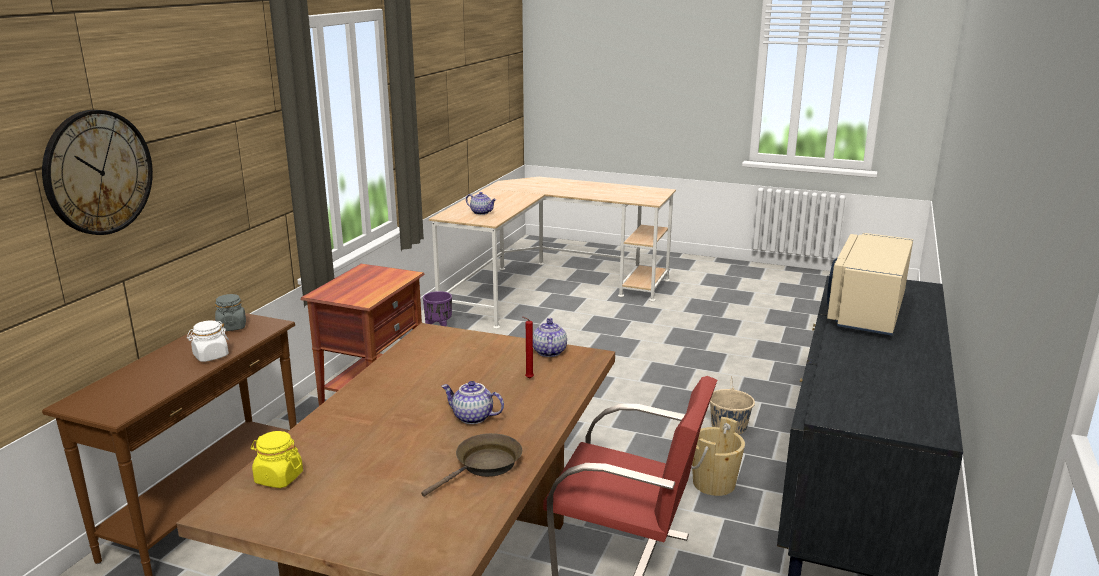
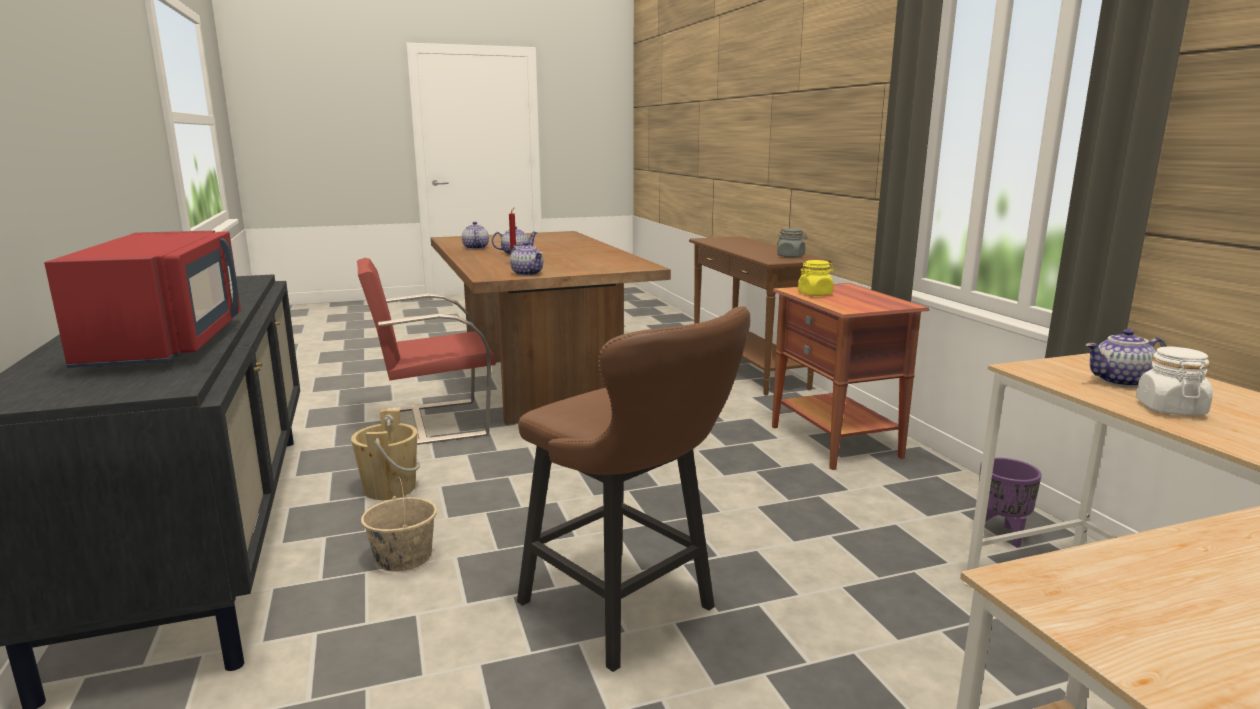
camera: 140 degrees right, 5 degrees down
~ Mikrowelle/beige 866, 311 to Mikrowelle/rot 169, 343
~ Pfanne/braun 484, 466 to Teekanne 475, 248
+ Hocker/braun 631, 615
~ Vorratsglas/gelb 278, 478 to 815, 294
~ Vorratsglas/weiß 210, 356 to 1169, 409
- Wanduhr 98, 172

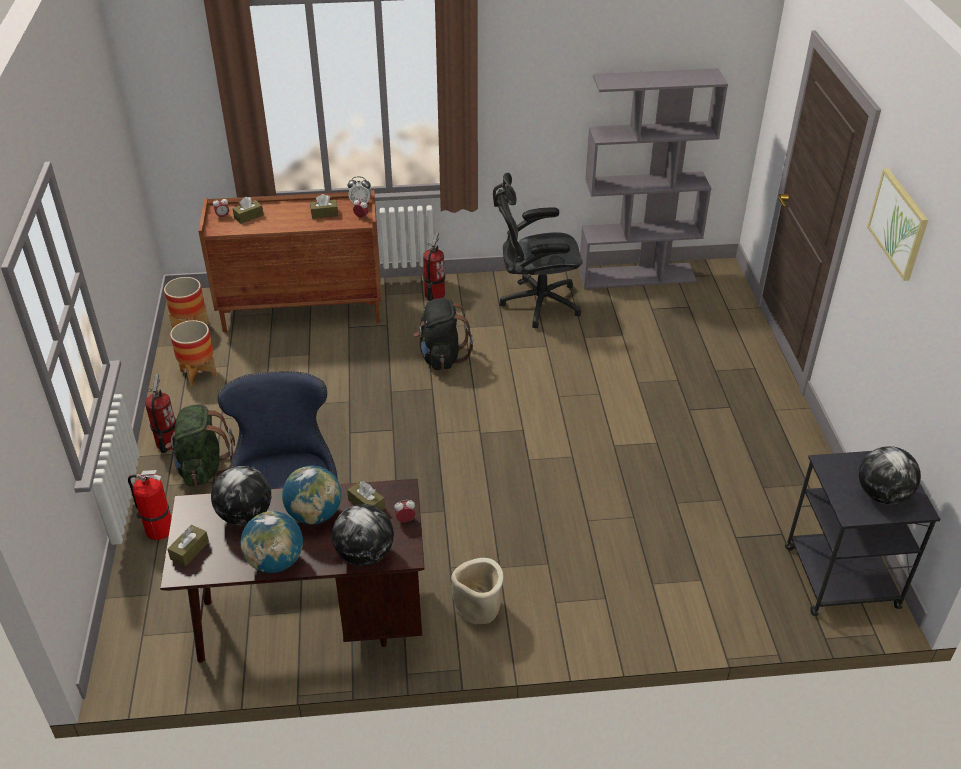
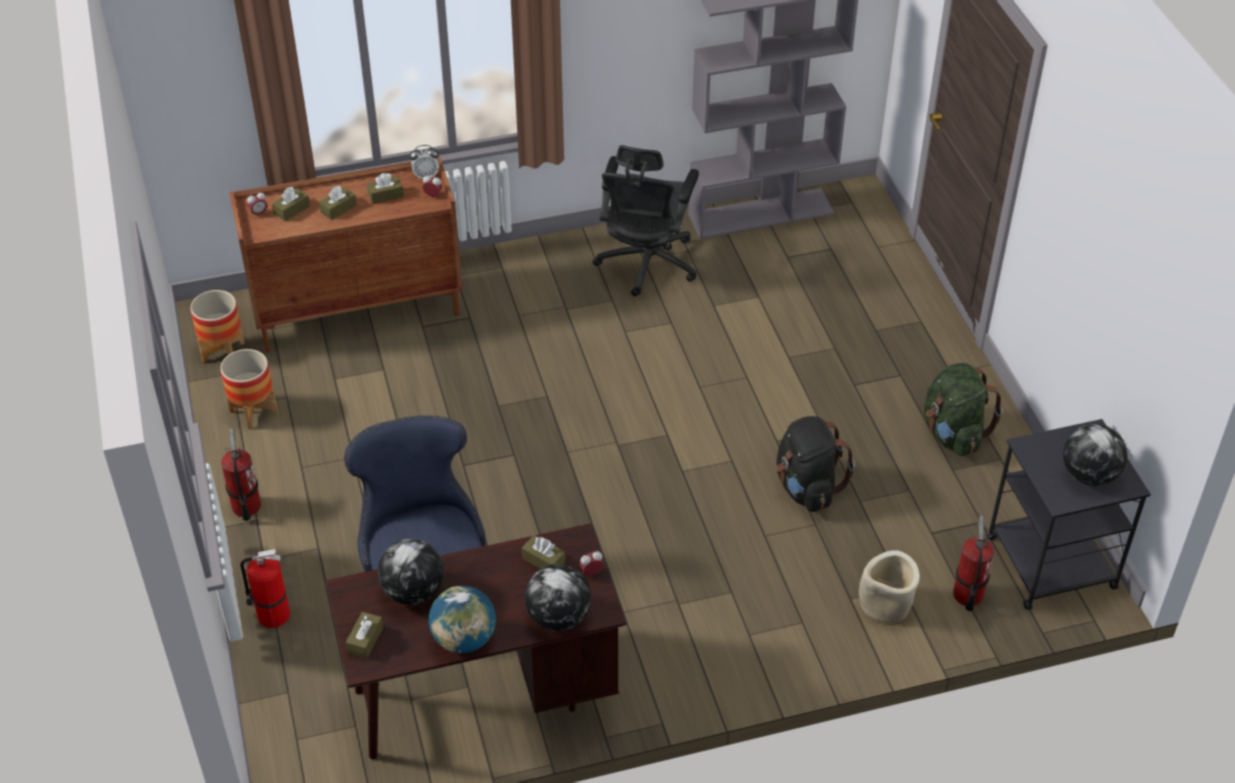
camera: 10 degrees left, 5 degrees up
+ Taschentuchbox/braun 338, 209
~ Bürostuhl 536, 304 = 646, 266 60 degrees counterclockwise
~ Rucksack/schwarz 441, 357 to 806, 488
~ Pflanzkübel/beige 477, 608 to 885, 605
~ Rucksack/grün 203, 468 to 953, 434
~ Feuerlöscher 434, 294 to 967, 595
- Globus 314, 515
- Bild 898, 223

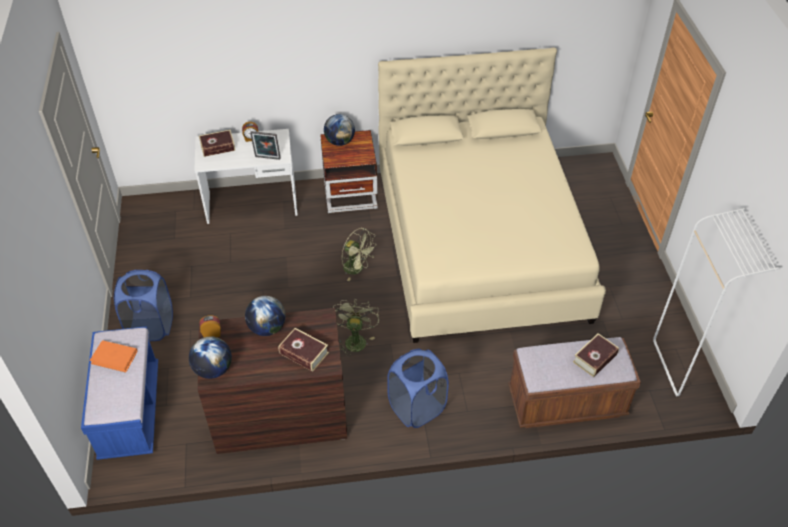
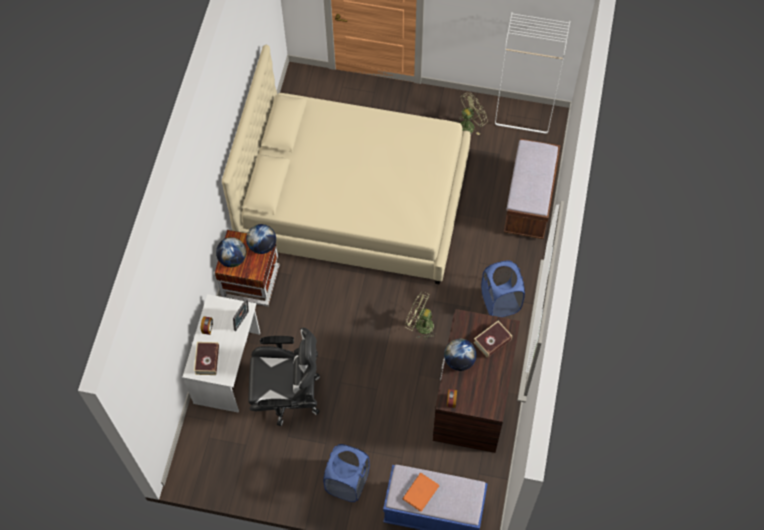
camera: 70 degrees left, 15 degrees up
~ Globus 213, 369 to 262, 246
+ Bürostuhl/schwarz 286, 395
~ Ventilator/grün 357, 269 to 469, 125
- Buch 595, 358

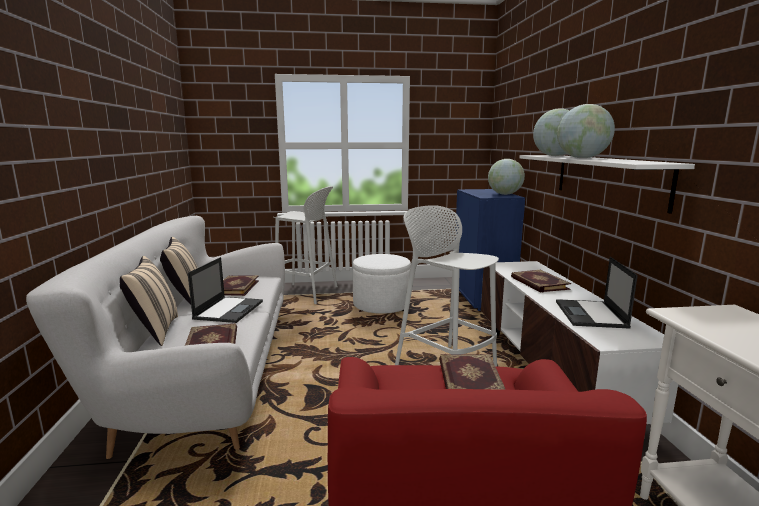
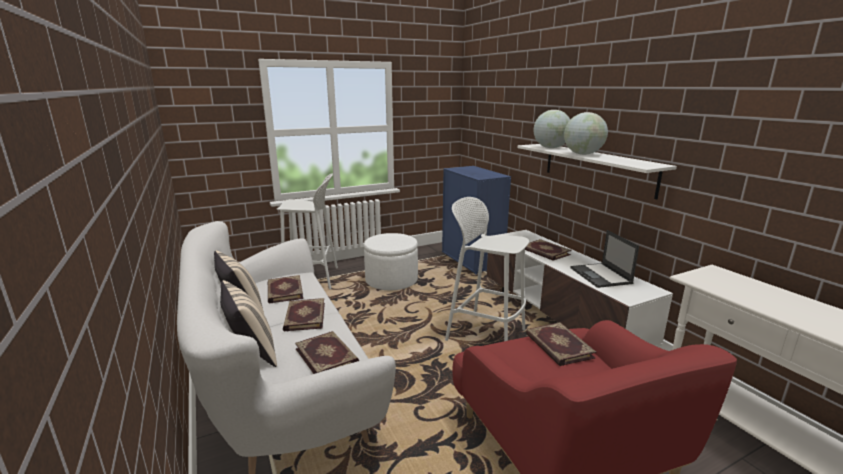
camera: 20 degrees left, 5 degrees up
~ Laptop 229, 309 to Buch 304, 316
- Globus 505, 194

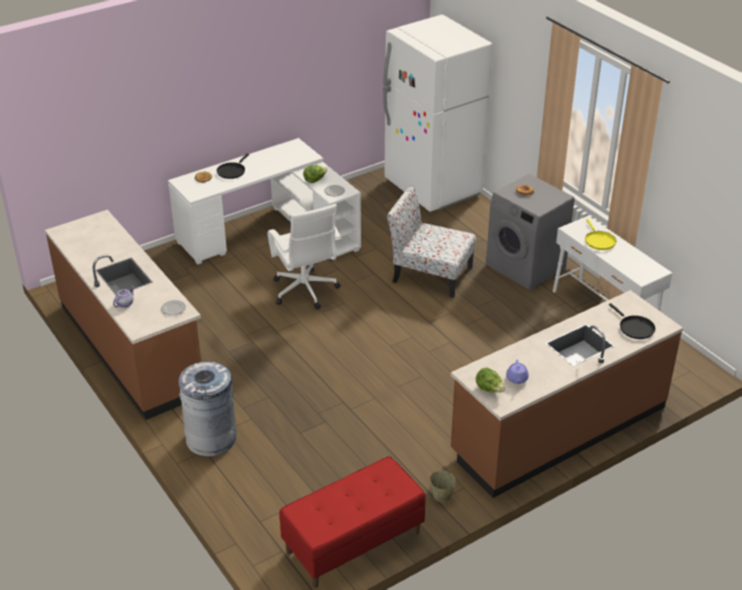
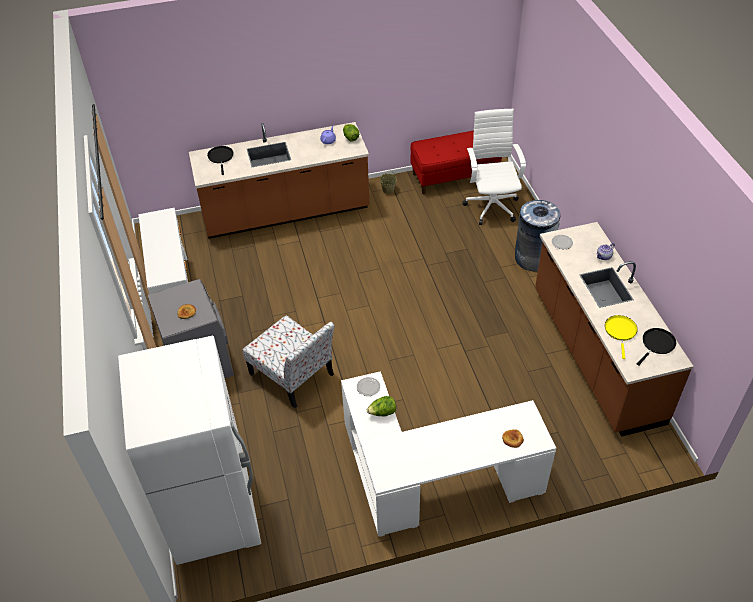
camera: 160 degrees left, 10 degrees up
~ Bürostuhl/weiß 306, 292 to 491, 205
~ Pfanne/gelb 599, 241 to 620, 332
~ Pfanne/schwarz 232, 171 to 657, 344

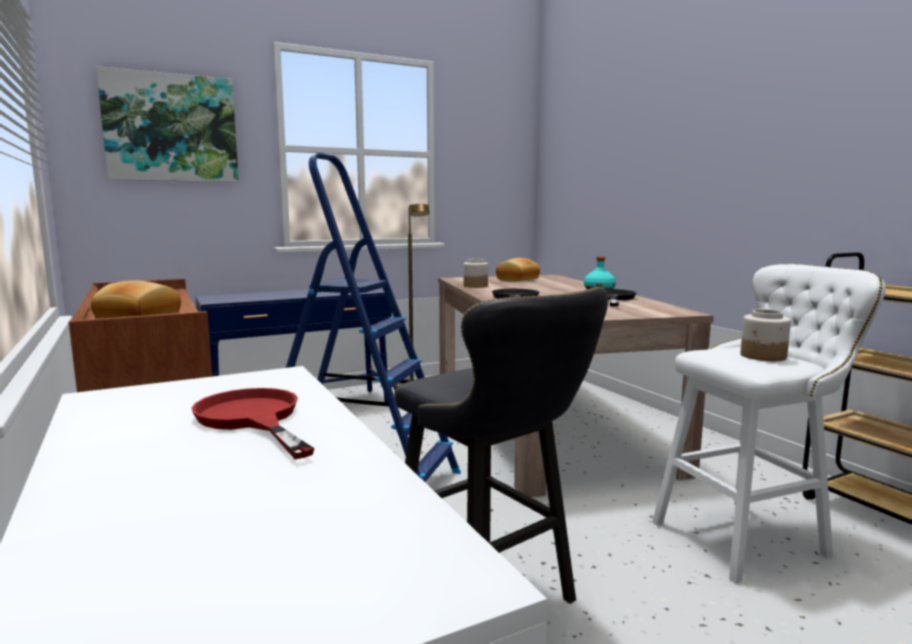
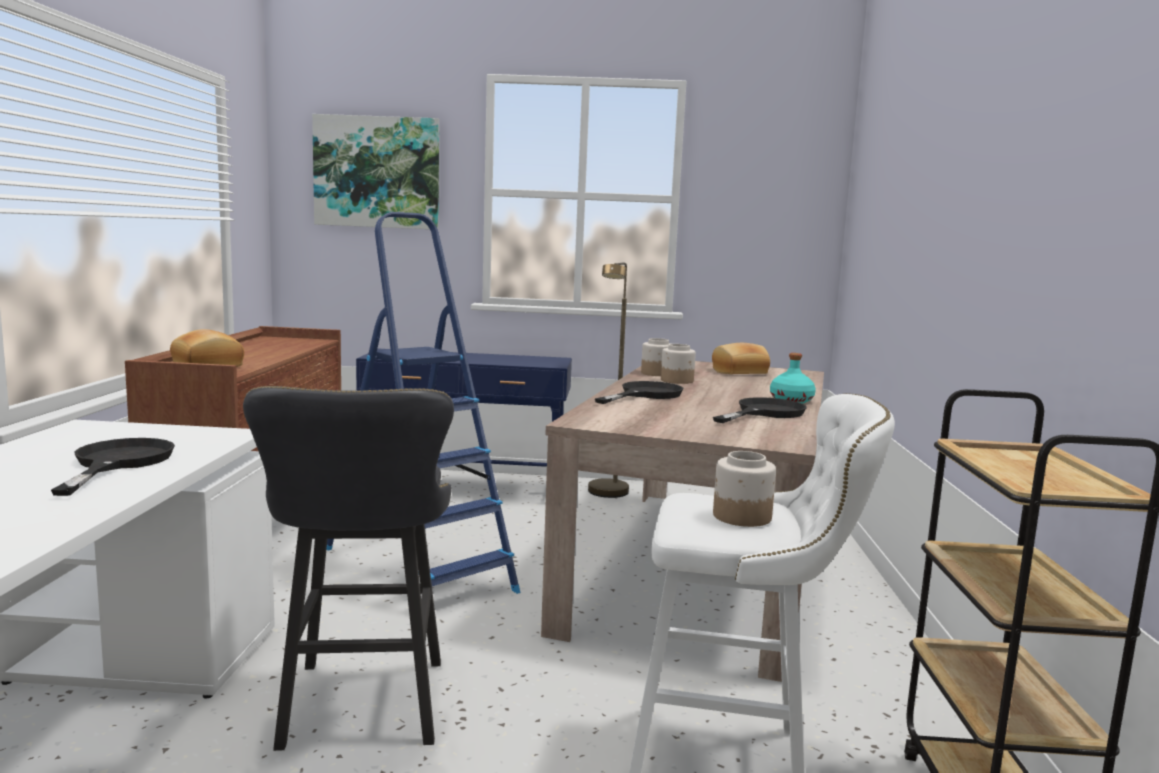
camera: 30 degrees right, 0 degrees up
~ Pfanne/rot 253, 419 to Pfanne/schwarz 117, 463
+ Vorratsglas 677, 381

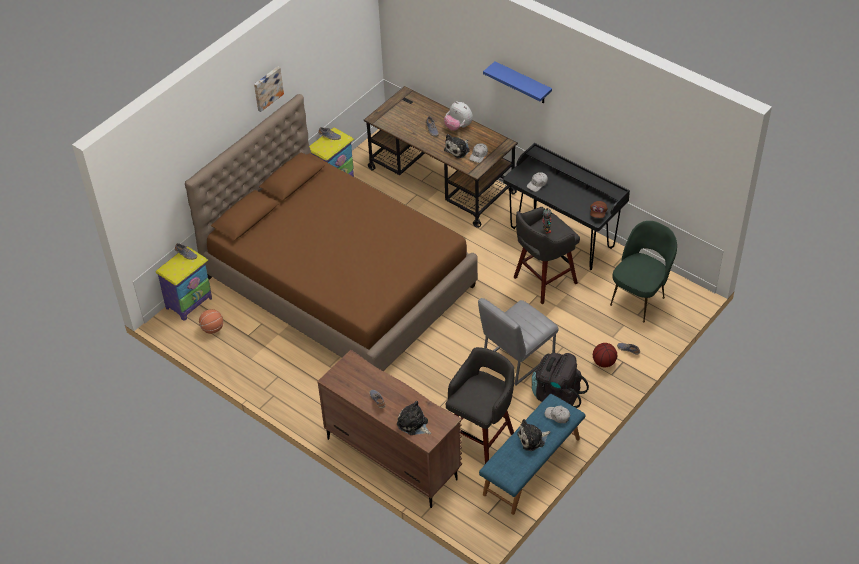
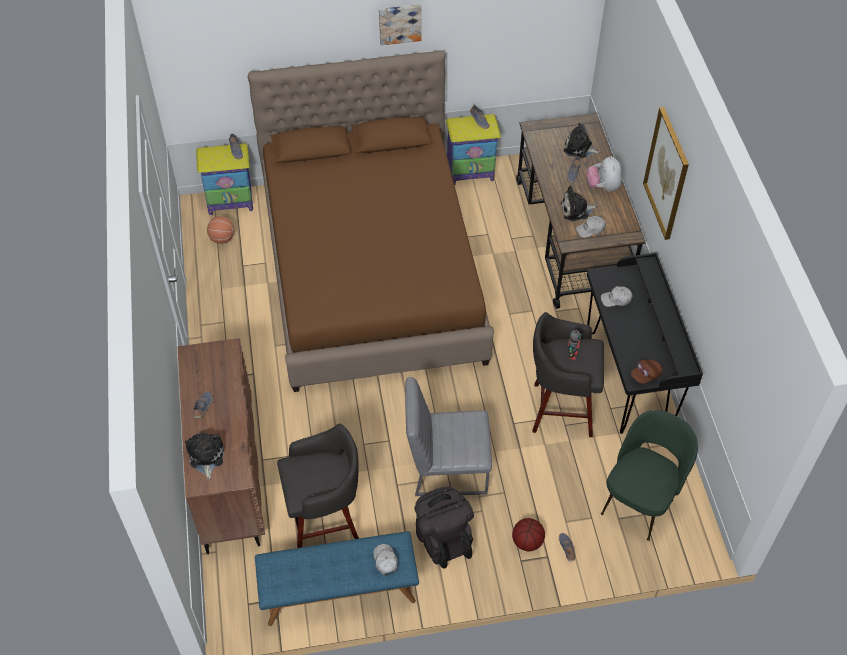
camera: 40 degrees right, 5 degrees up
~ Plüschtier 532, 439 to 579, 148
~ Stuhl/grün 640, 298 = 640, 503 45 degrees counterclockwise
~ Wandregal/blau 523, 83 to Bild 666, 174

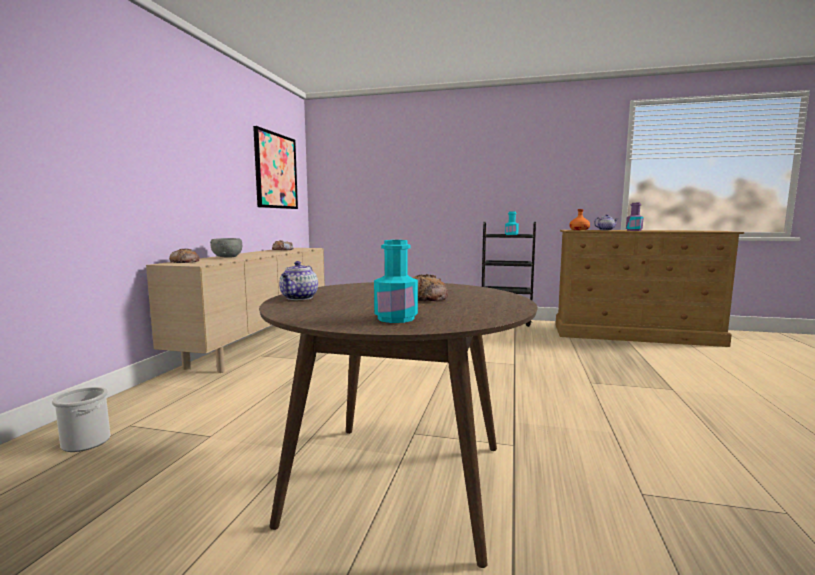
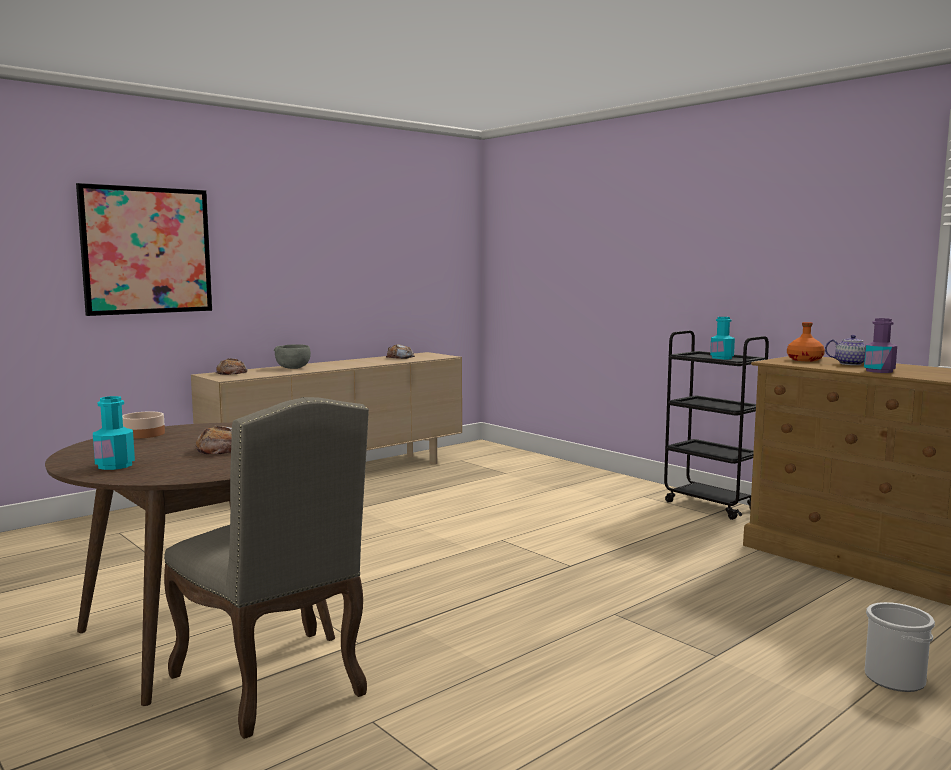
camera: 35 degrees right, 0 degrees up
~ Bild 276, 171 to 147, 250
~ Teekanne 299, 298 to Schüssel 142, 434
+ Stuhl/grau 275, 684
~ Eimer 86, 442 to 895, 679

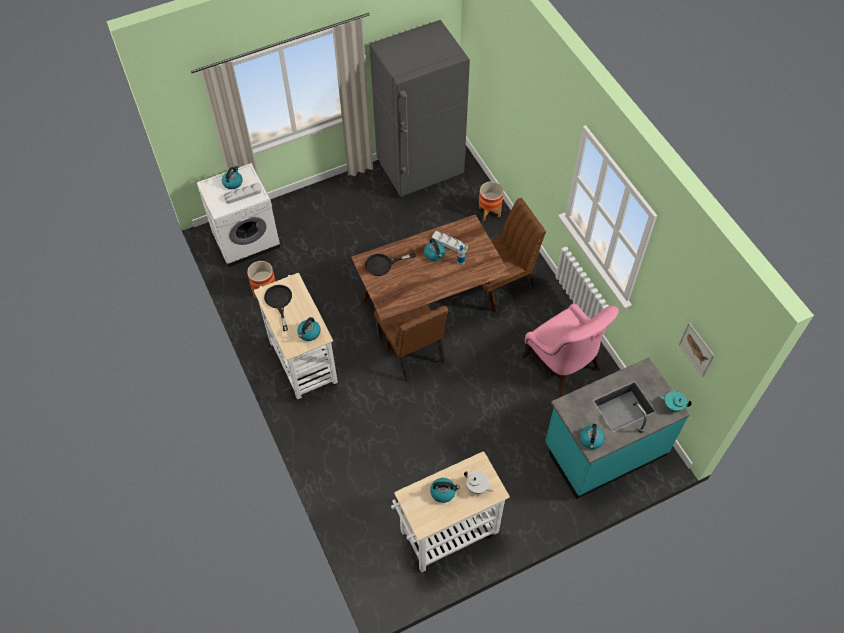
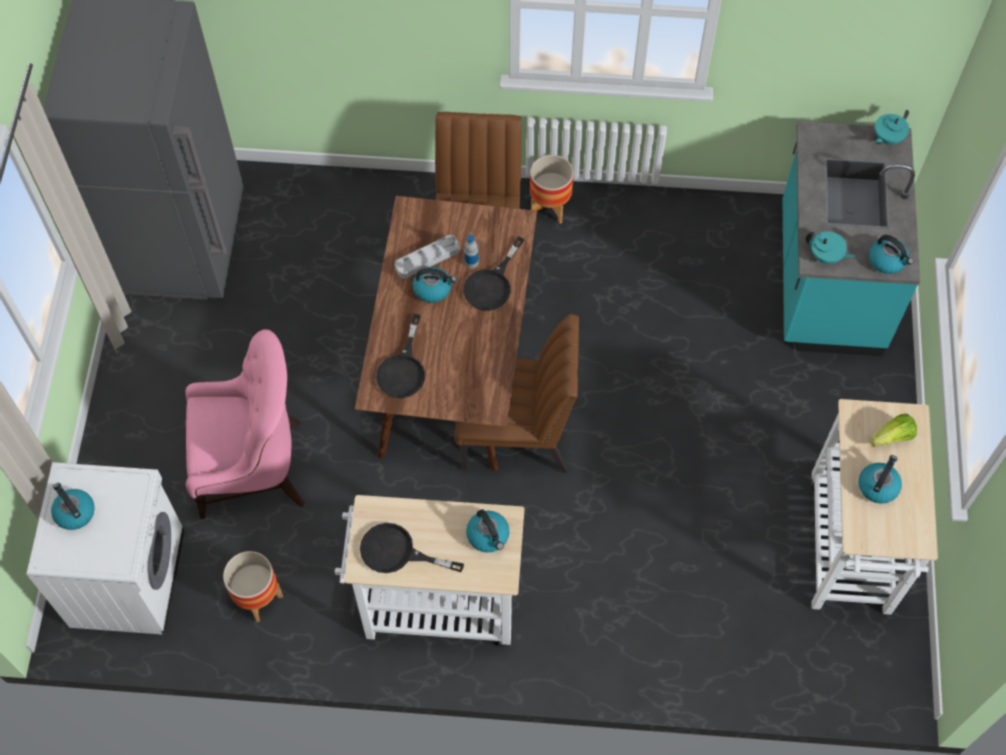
camera: 60 degrees left, 5 degrees up
~ Stuhl/rosa 563, 363 to 253, 467
+ Pfanne/schwarz 492, 284
~ Pflanzkübel 489, 212 to 550, 207
+ Teekanne/türkis 826, 256
~ Teekanne/weiß 477, 487 to Salatkopf 892, 437
- Tablett/grau 242, 195
- Bild 697, 349

